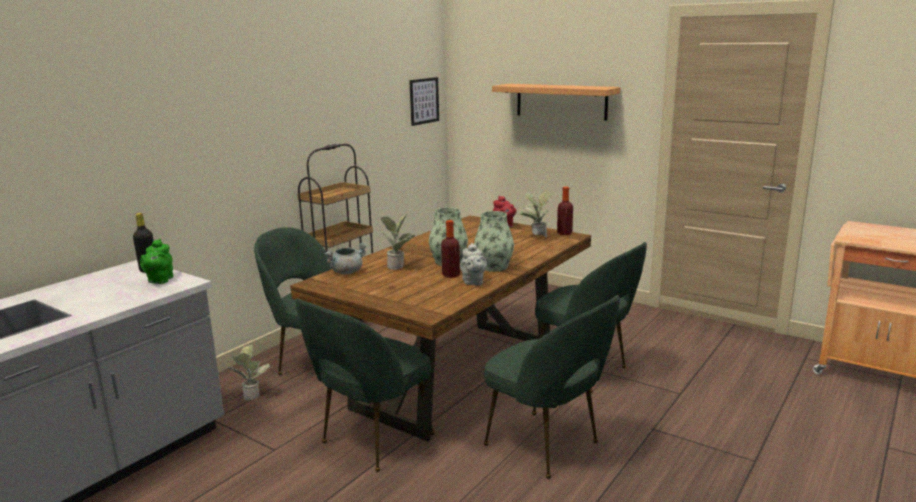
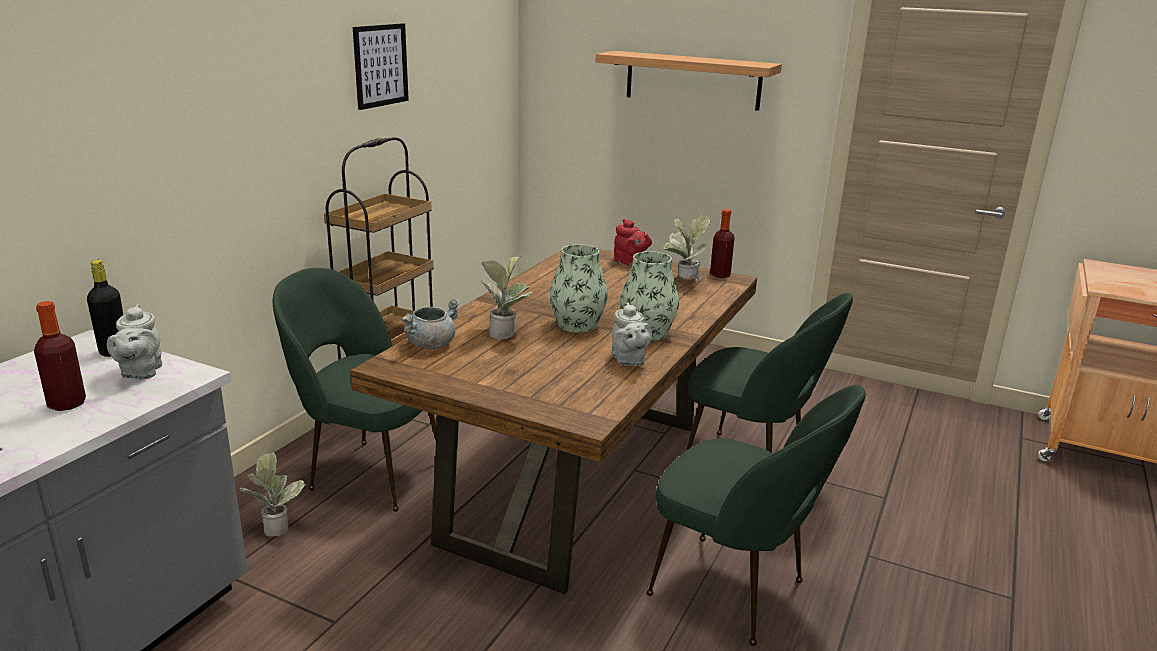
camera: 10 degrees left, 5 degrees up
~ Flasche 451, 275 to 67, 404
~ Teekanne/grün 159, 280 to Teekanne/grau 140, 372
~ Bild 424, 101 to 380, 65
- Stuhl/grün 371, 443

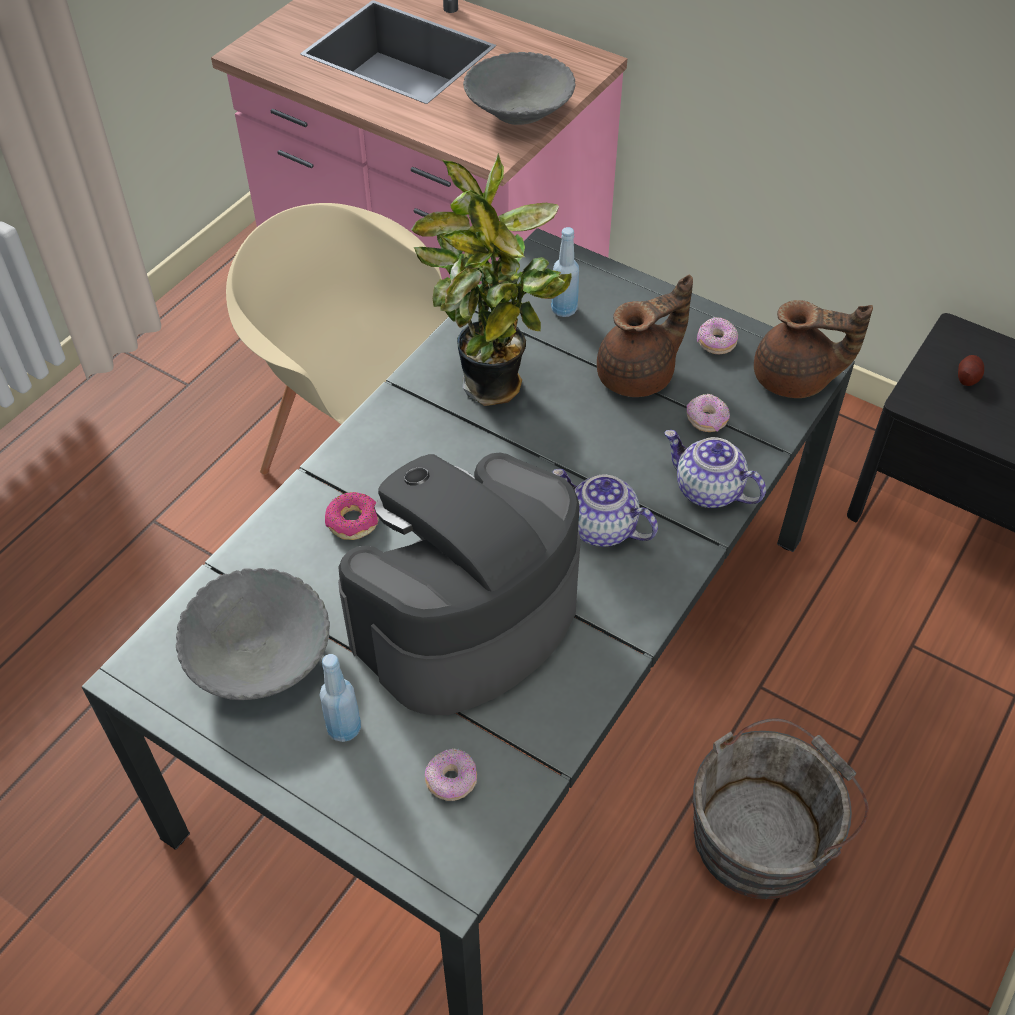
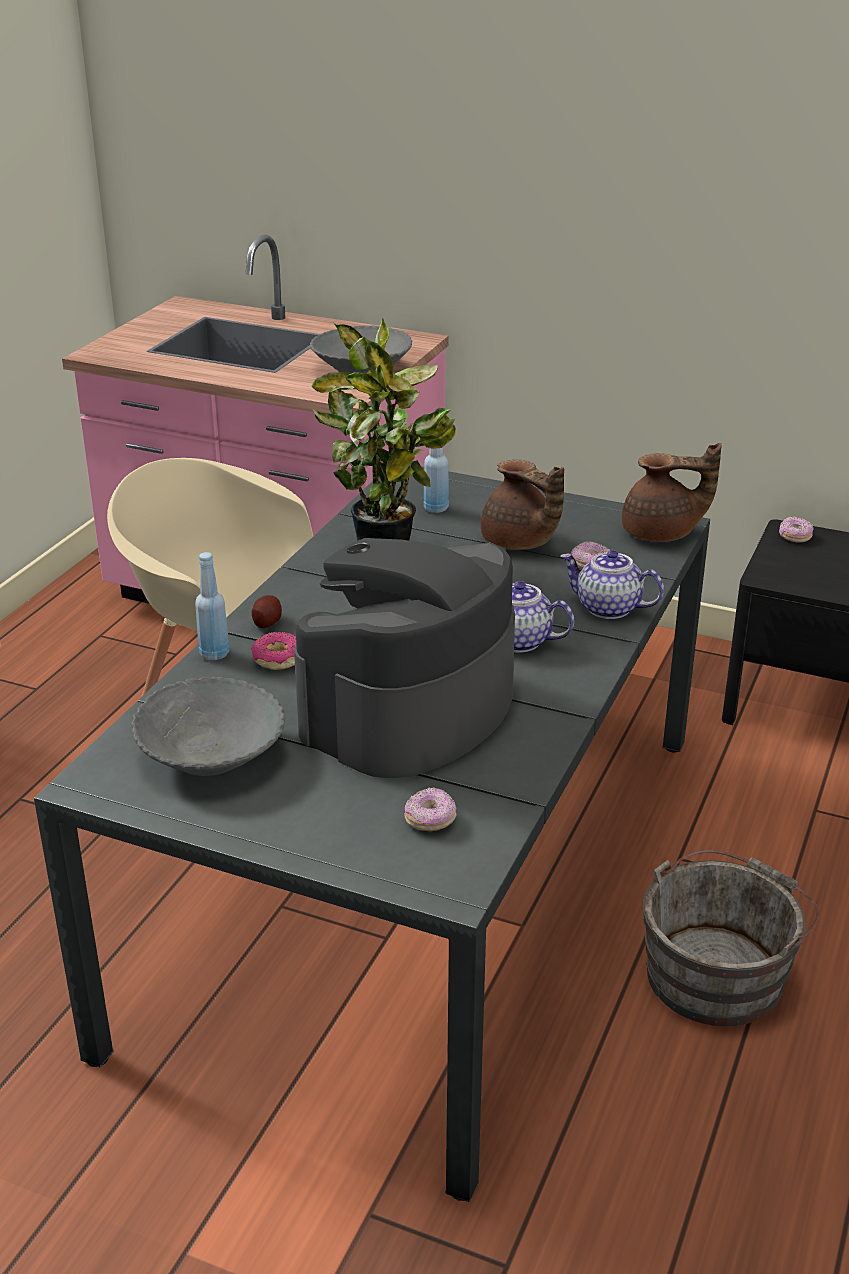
camera: 10 degrees left, 20 degrees down
~ Flasche/blau 344, 728 to 214, 654
~ Kartoffel 967, 377 to 267, 622
~ Teekanne/braun 639, 375 = 519, 543 90 degrees clockwise
~ Donut 716, 343 to 794, 537

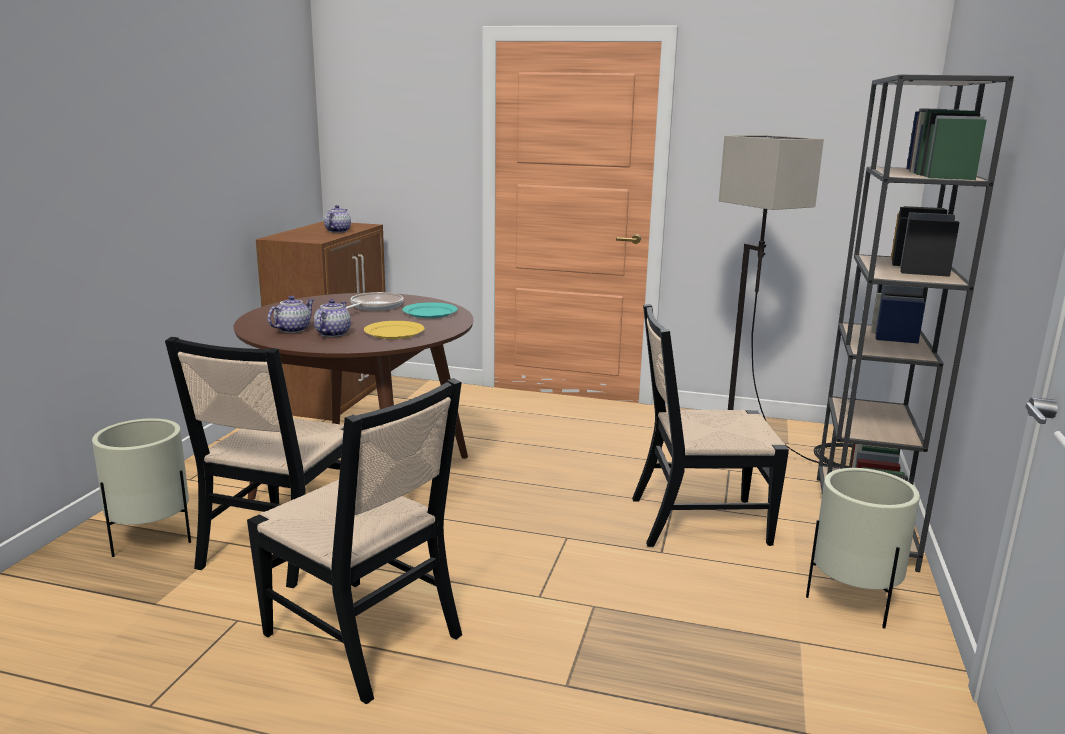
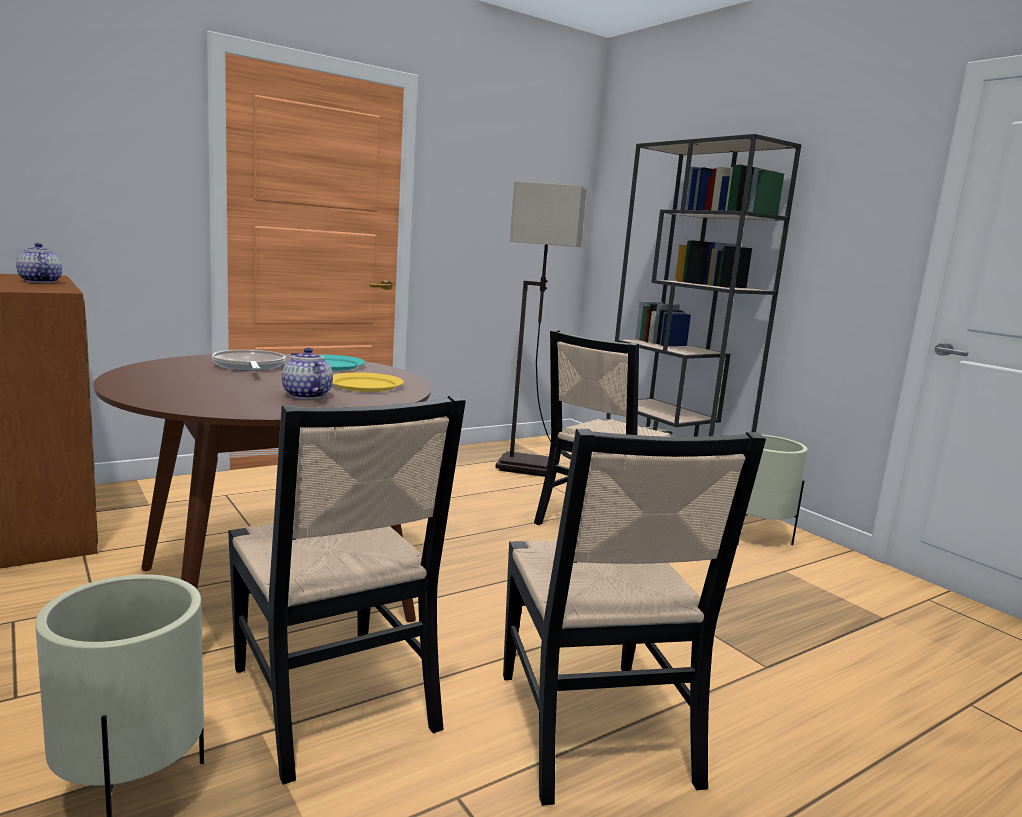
camera: 50 degrees left, 5 degrees down
~ Stuhl 361, 637 = 592, 728 90 degrees clockwise
- Teekanne 292, 329

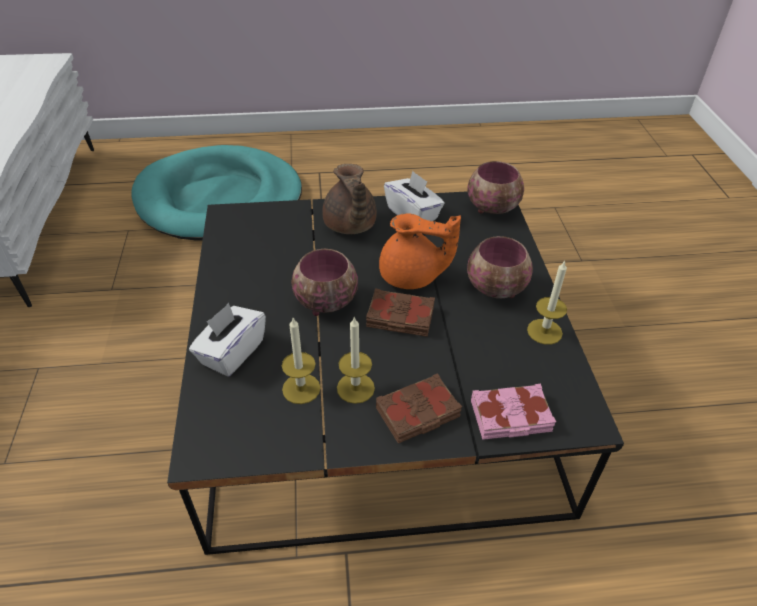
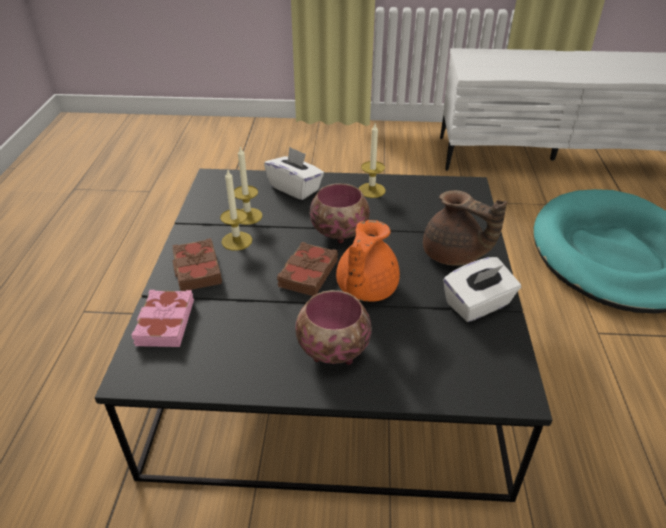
camera: 100 degrees right, 5 degrees down
~ Kerze 544, 331 to 371, 190
~ Teekanne/braun 350, 226 = 453, 255 135 degrees counterclockwise
- Schüssel 493, 208

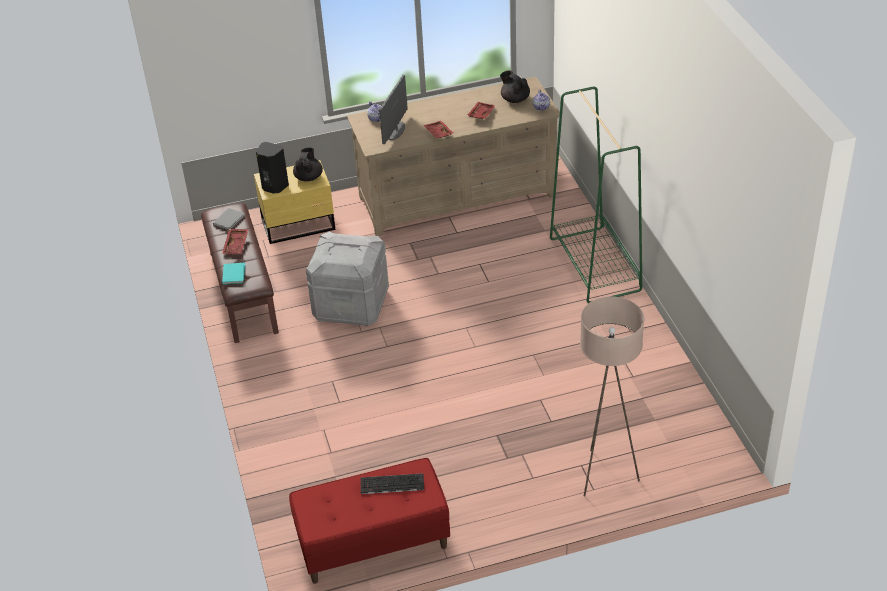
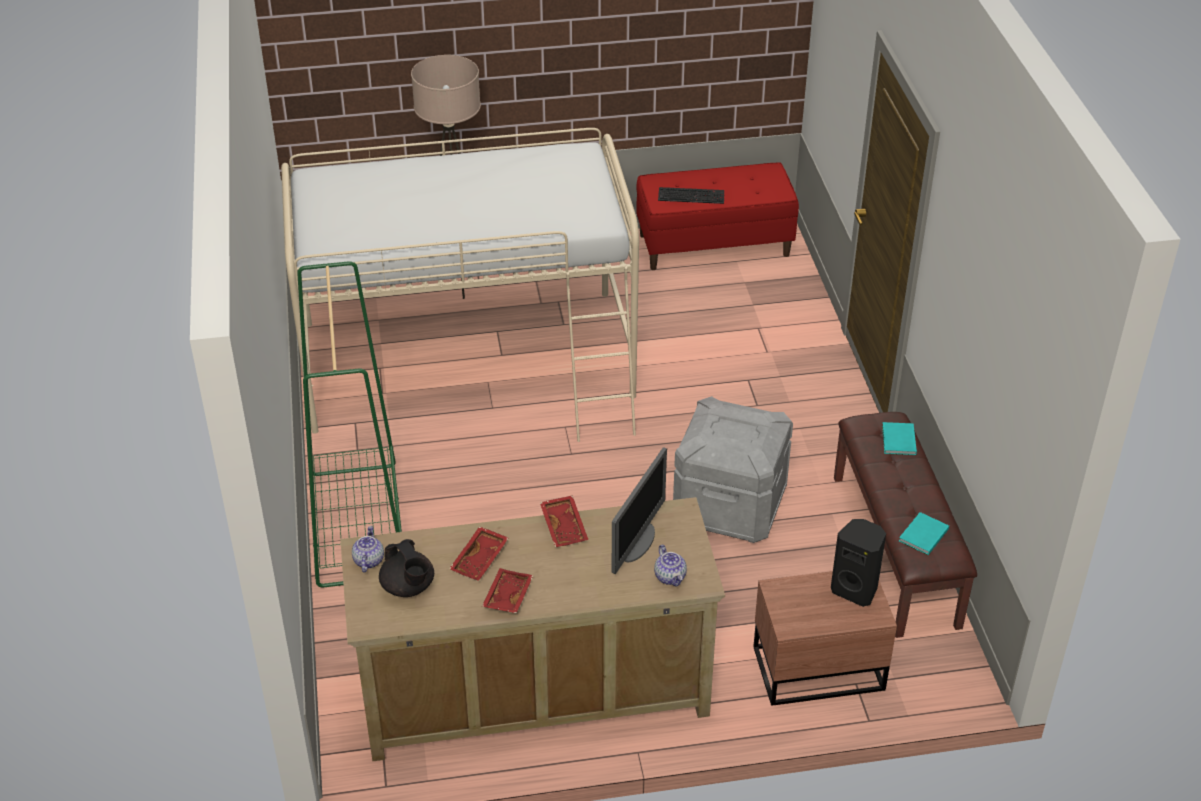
camera: 175 degrees left, 0 degrees up
+ Bett/beige 471, 362
~ Tablett/rot 236, 245 to 506, 596
~ Nachttisch/gelb 299, 224 to Nachttisch/braun 816, 666
~ Buch/grau 230, 220 to Buch/türkis 922, 535
- Teekanne/schwarz 309, 177

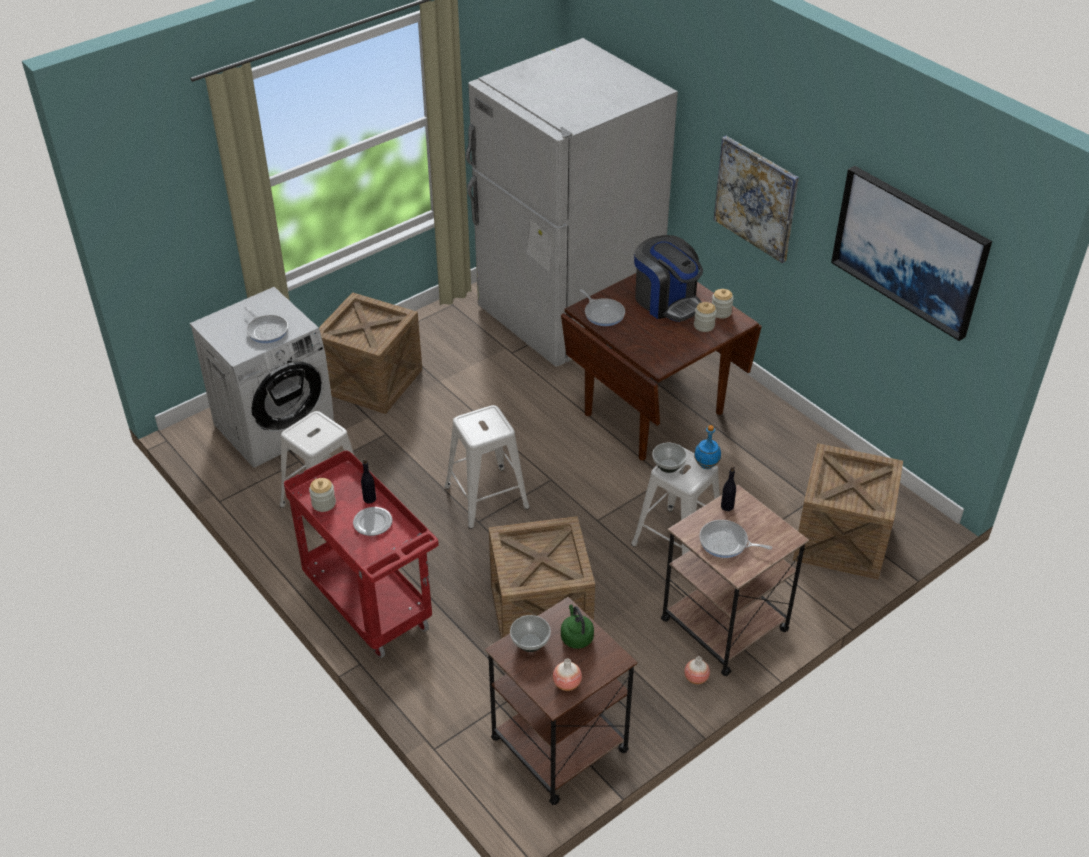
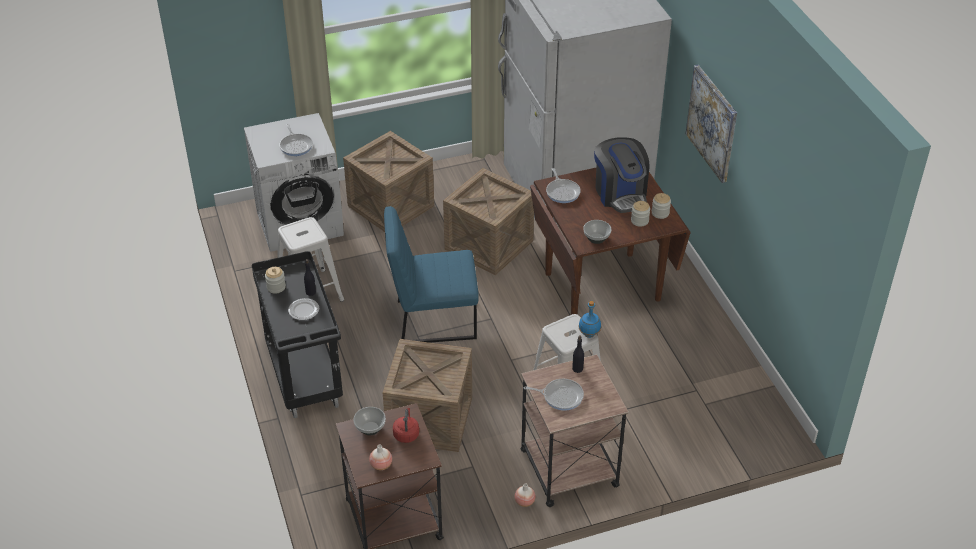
camera: 20 degrees right, 0 degrees up
~ Rollwagen/rot 372, 610 to Rollwagen/schwarz 306, 381
~ Hocker/weiß 486, 497 to Stuhl/blau 433, 319
~ Wasserkessel/grün 576, 637 to Wasserkessel/rot 406, 434
~ Kiste 841, 539 to 489, 245
~ Pfanne 726, 543 = 560, 396 150 degrees clockwise
~ Schüssel 668, 466 to 596, 238
- Bild 909, 250

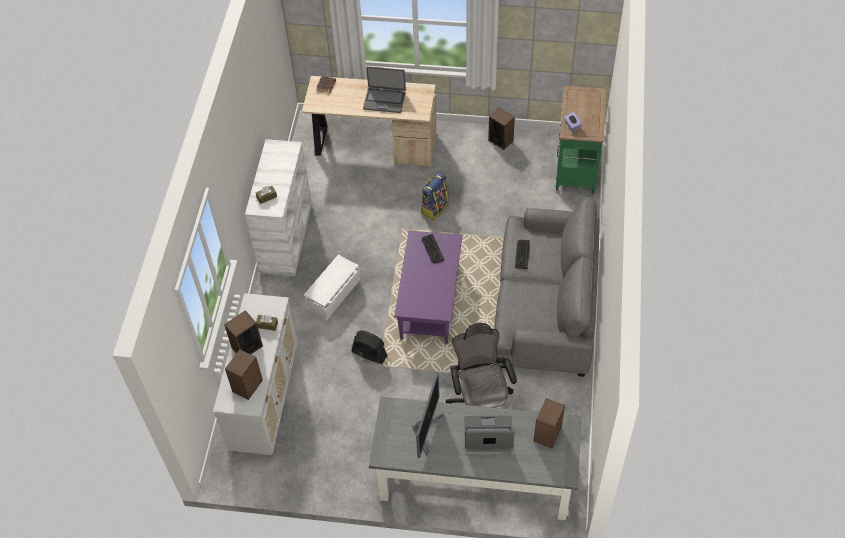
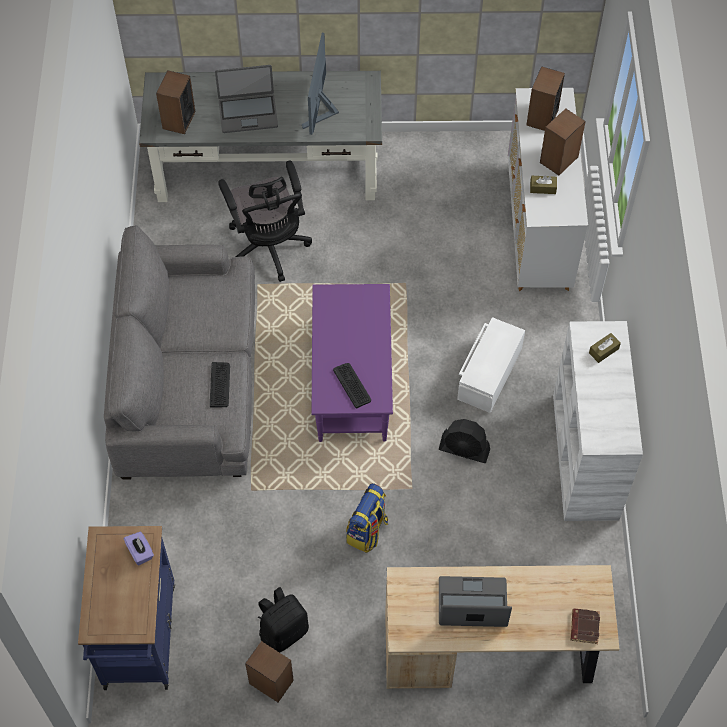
camera: 170 degrees right, 5 degrees up
~ Rollwagen/grün 576, 166 to Rollwagen/blau 139, 640
+ Rucksack/schwarz 283, 630
~ Ventilator/schwarz 369, 353 to 464, 450

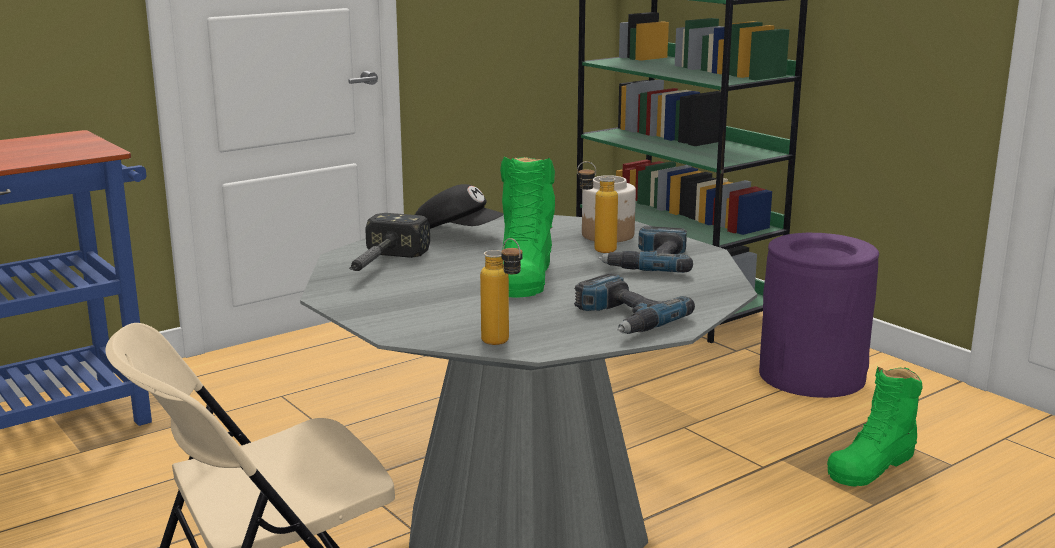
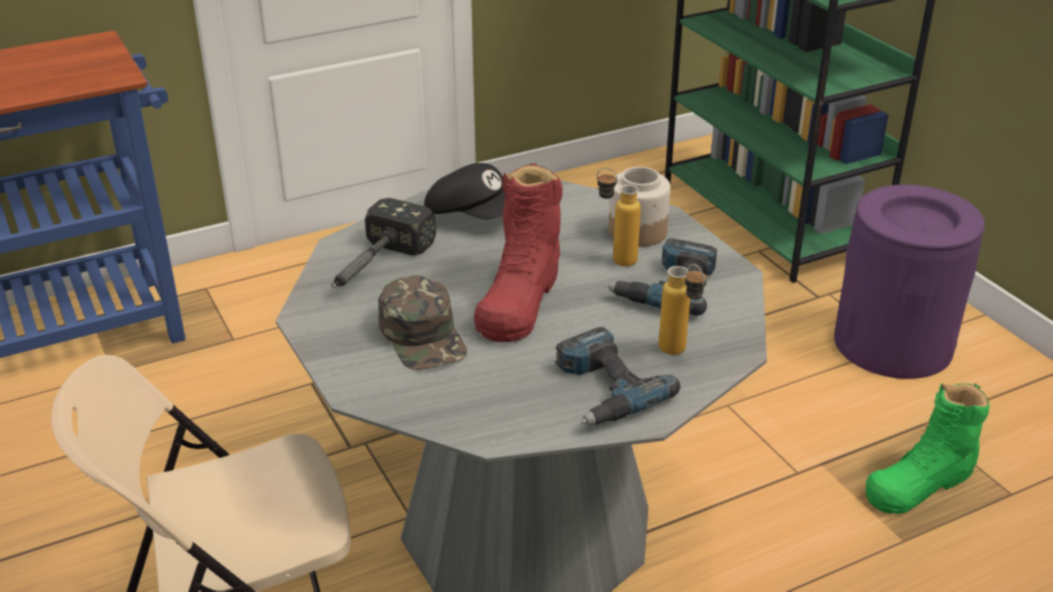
camera: 10 degrees right, 15 degrees up
+ Kappe/grün 423, 335
~ Stiefel/grün 523, 275 to Stiefel/rot 520, 299
~ Flasche 503, 344 to 679, 353

